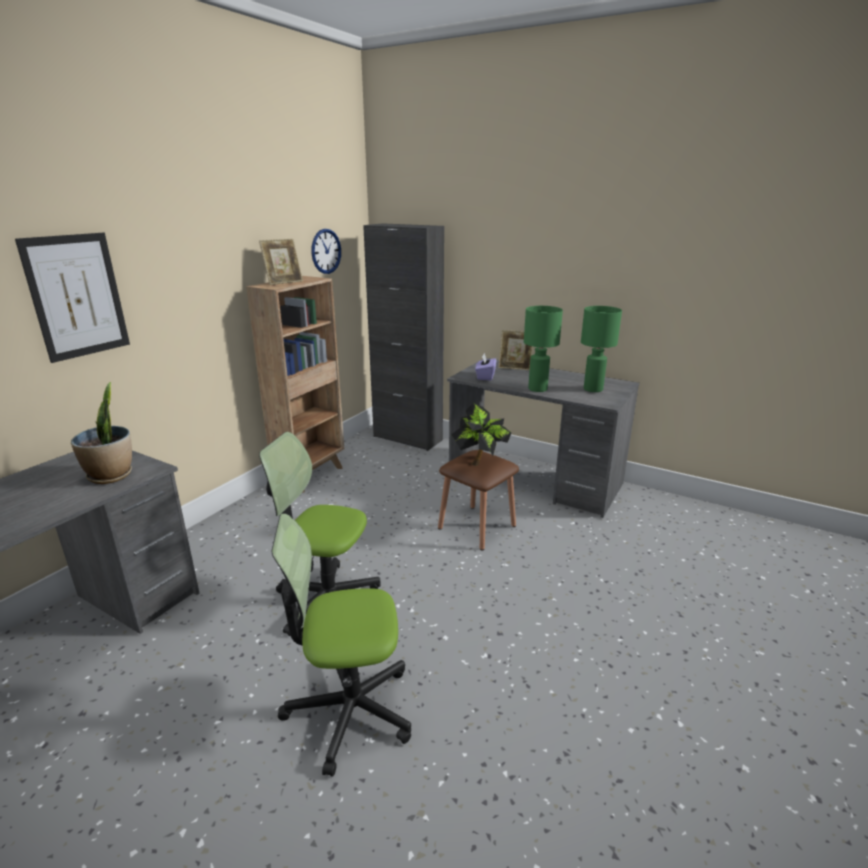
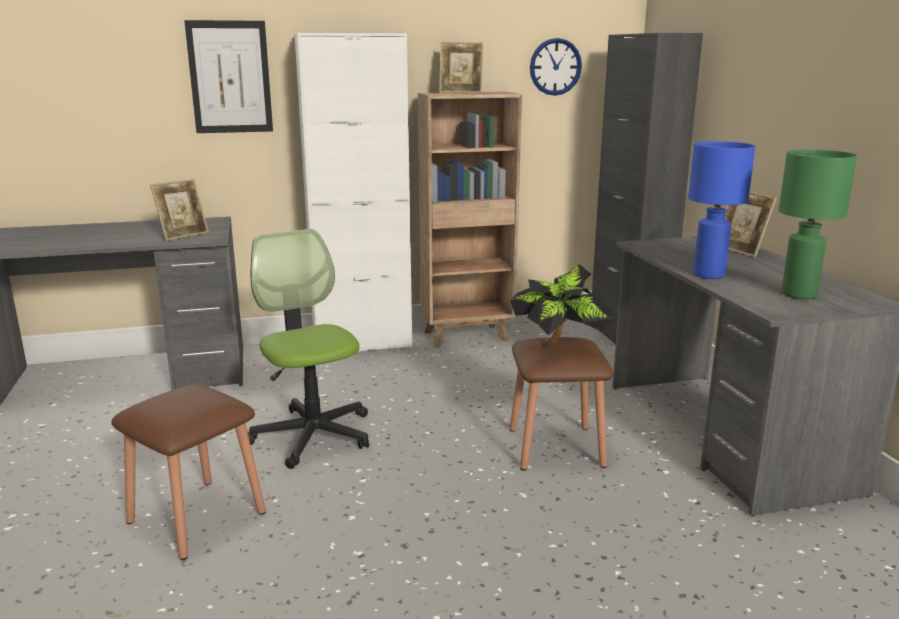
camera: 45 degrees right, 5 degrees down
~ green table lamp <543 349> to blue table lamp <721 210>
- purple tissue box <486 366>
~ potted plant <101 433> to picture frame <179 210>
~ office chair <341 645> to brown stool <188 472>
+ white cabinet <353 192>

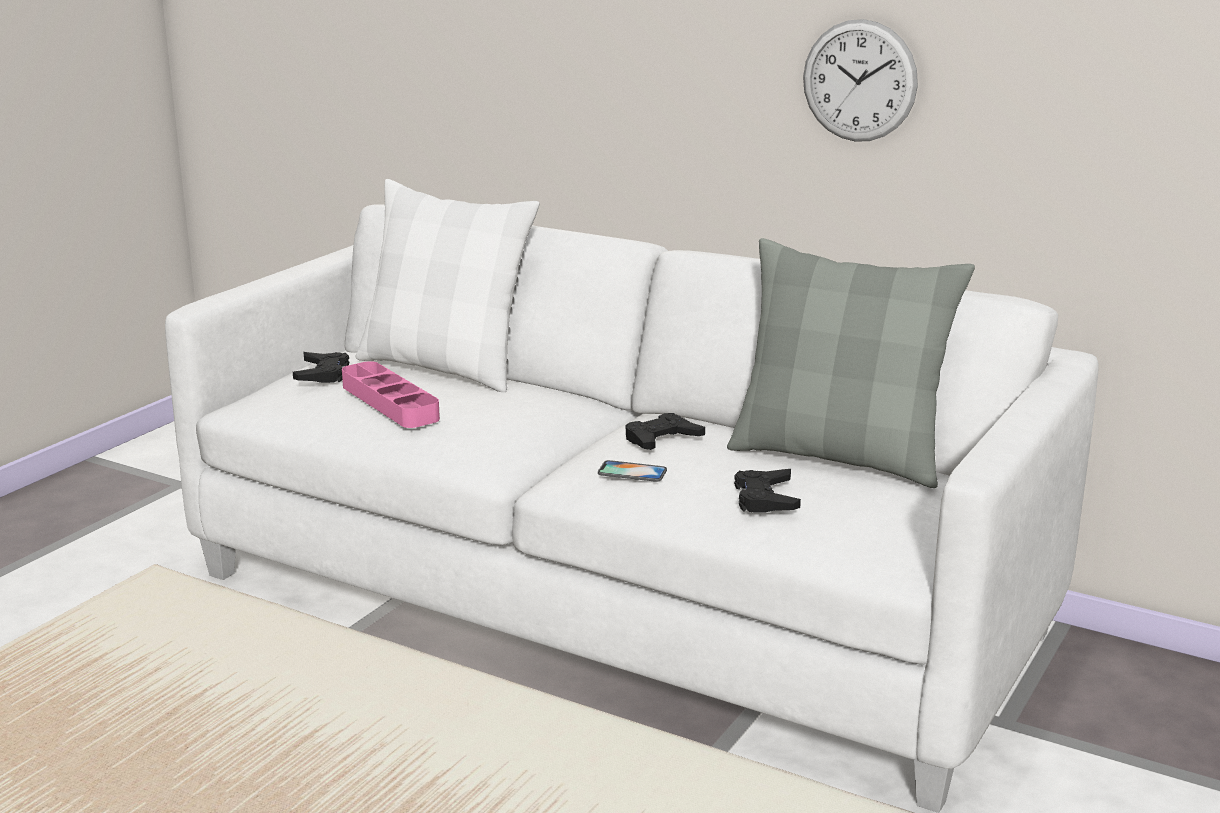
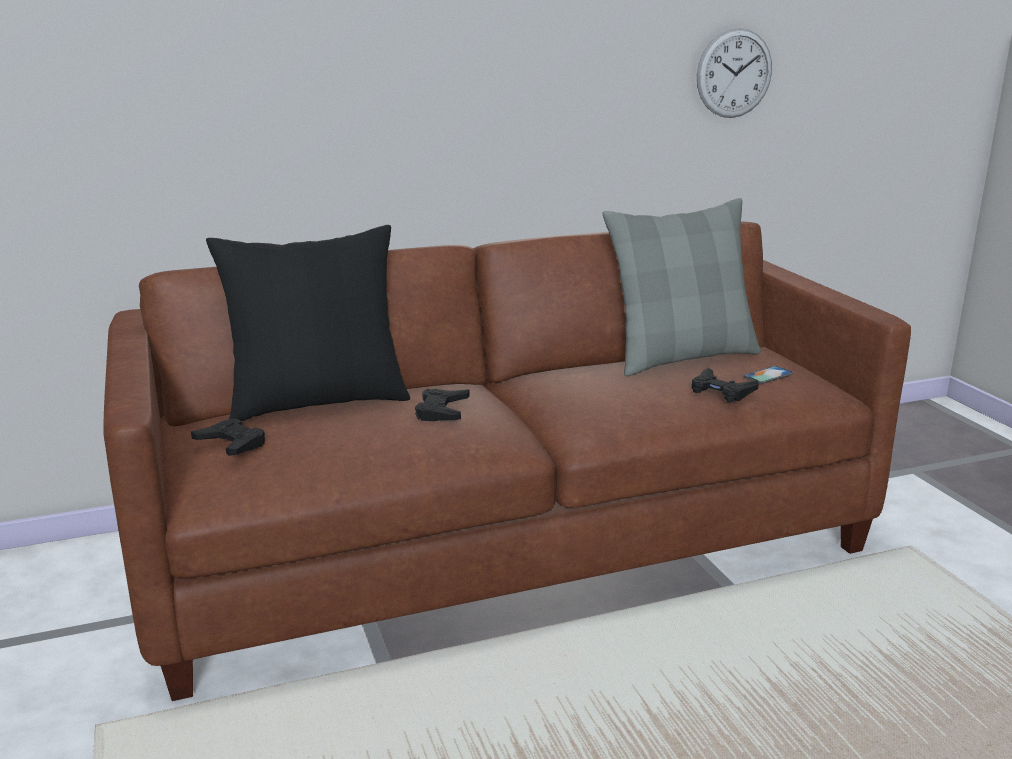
camera: 50 degrees left, 0 degrees up
~ wall clock <860 80> to <734 73>
~ white pillow <448 285> to black pillow <308 323>
~ white sofa <632 509> to brown sofa <507 461>
- pink tray <391 394>
~ black game controller <665 431> to <442 405>
~ phone <632 471> to <768 375>

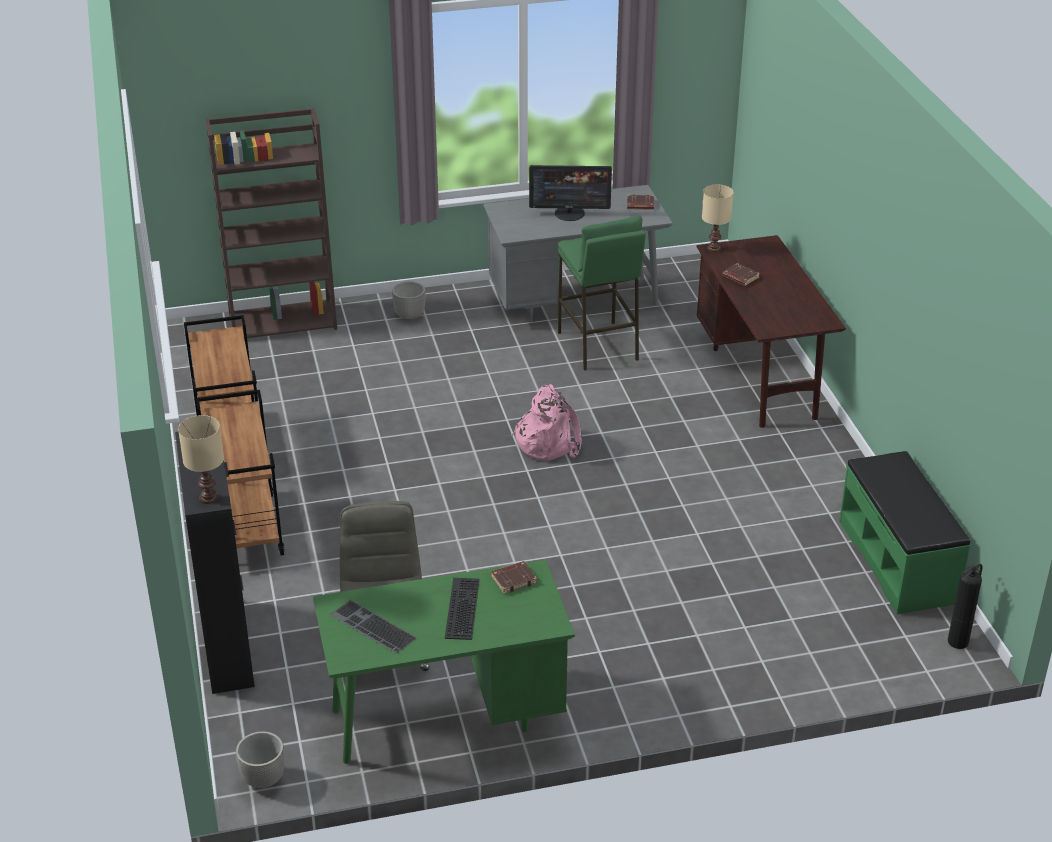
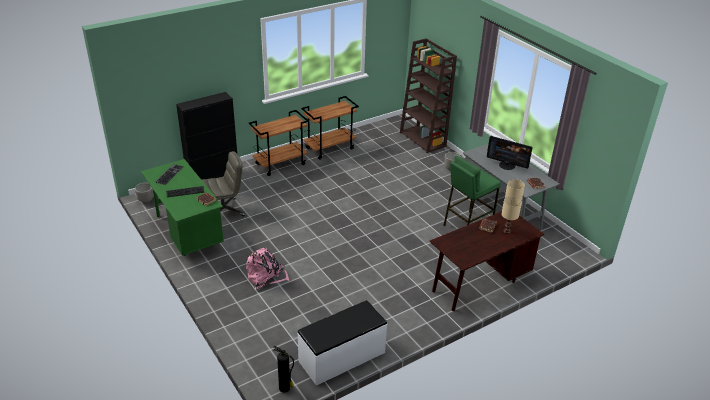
camera: 70 degrees right, 0 degrees up
~ monitor <570 193> = <510 153> 45 degrees counterclockwise
~ pink backpack <546 422> to <267 268>
~ beige table lamp <201 459> to <511 215>
~ green bench <904 532> to white bench <342 343>

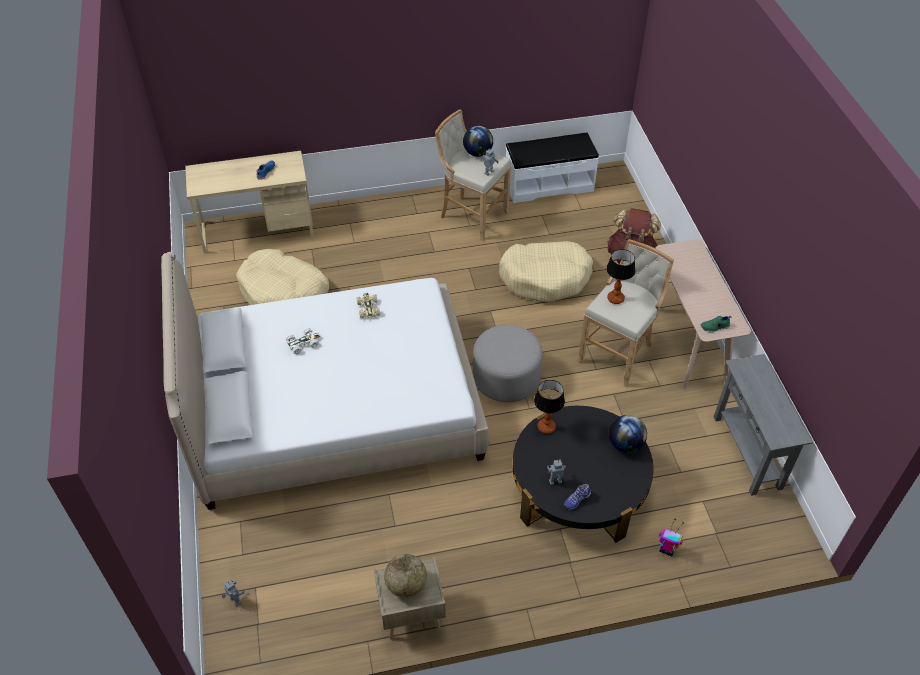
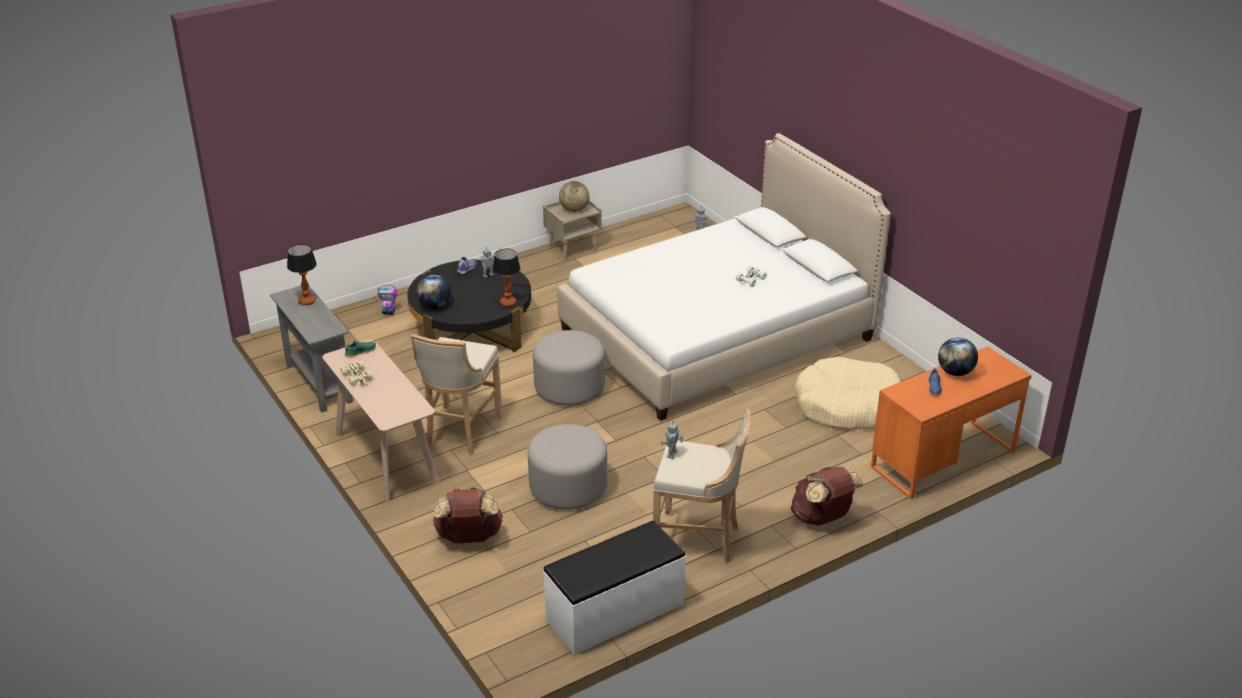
camera: 160 degrees right, 15 degrees down
~ globe <478 141> to <958 356>
~ beige desk <249 202> to orange desk <951 422>
~ beige dog bed <546 271> to grey ottoman <567 467>
~ table lamp <620 276> to <302 274>
~ beige toy car <368 305> to <356 373>
+ brown backpack <827 496>

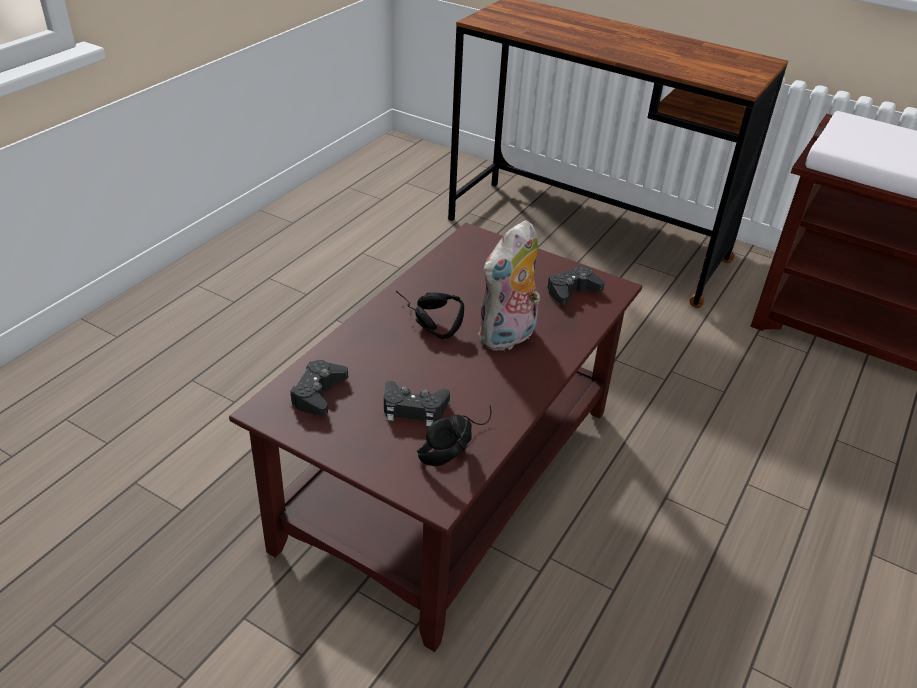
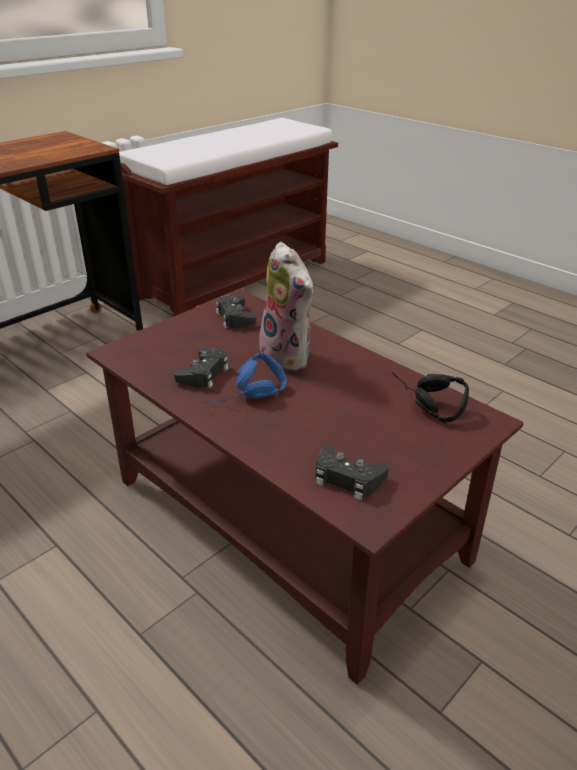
camera: 75 degrees left, 5 degrees down
~ black headphones <430 315> to blue headphones <245 377>
~ black game controller <417 403> to <201 367>

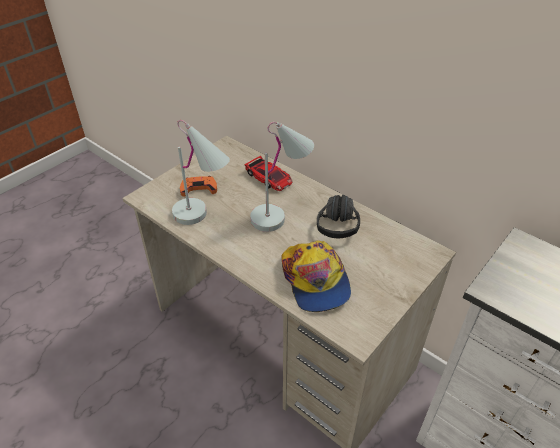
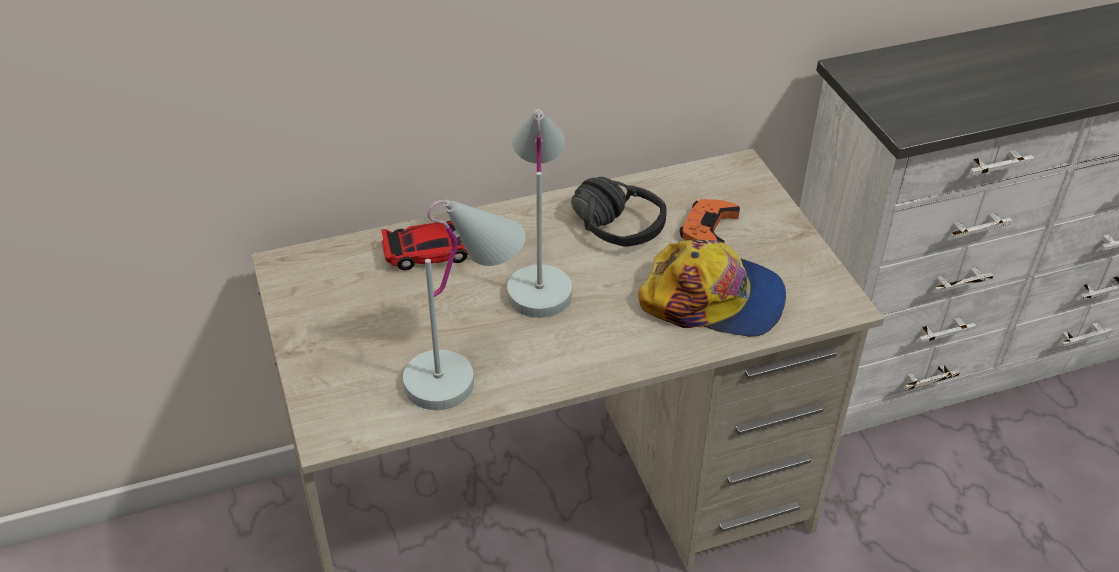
camera: 60 degrees left, 0 degrees up
~ orange game controller <198 186> to <710 221>

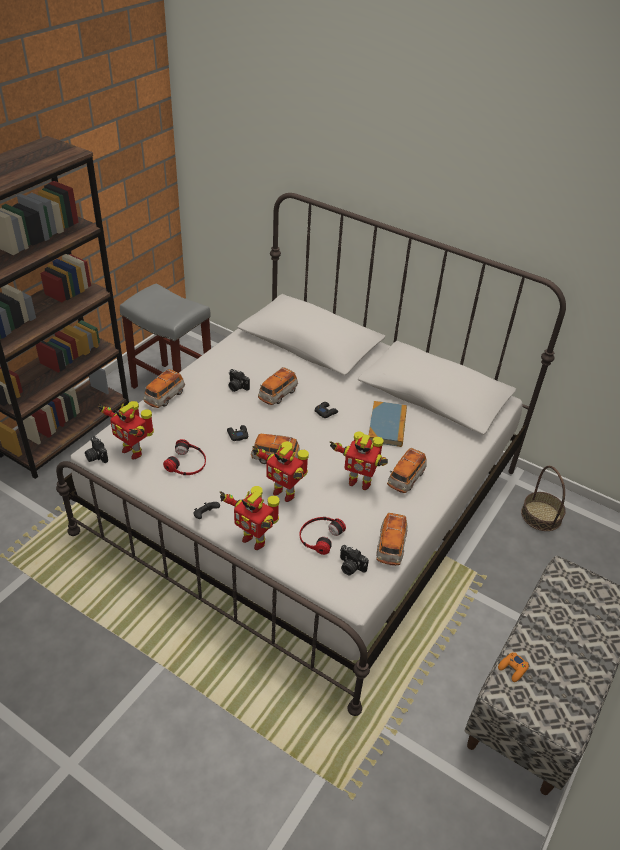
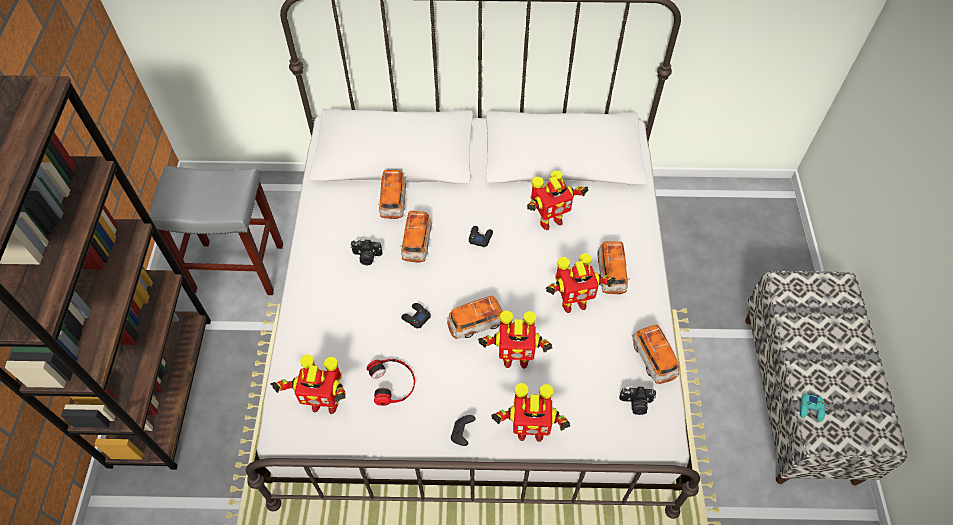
camera: 30 degrees left, 15 degrees up
~ toy car <164 388> to <392 194>
~ book <388 424> to toy robot <558 200>
- photo camera <96 449>
- basket <543 498>
- headphones <322 536>
~ orange game controller <513 667> to turquoise game controller <812 407>

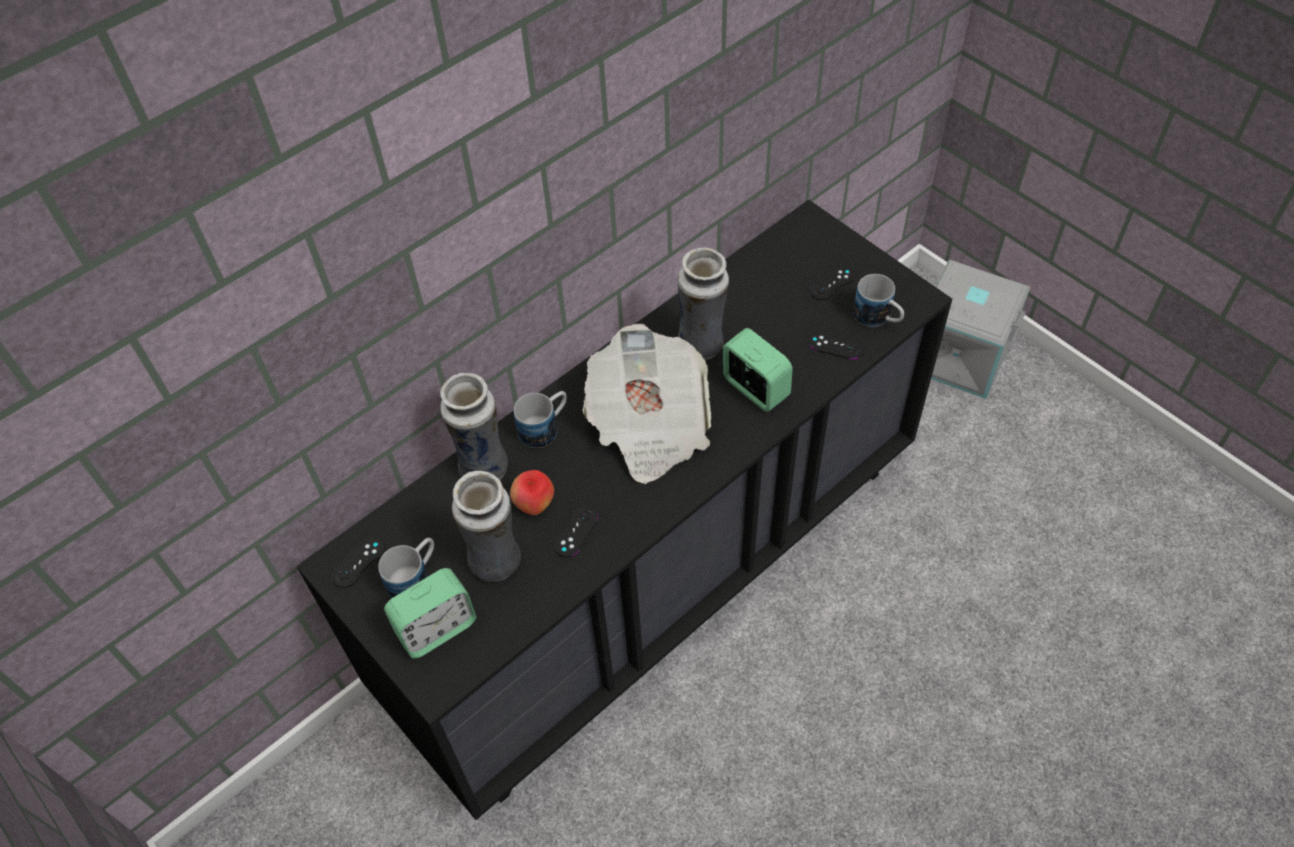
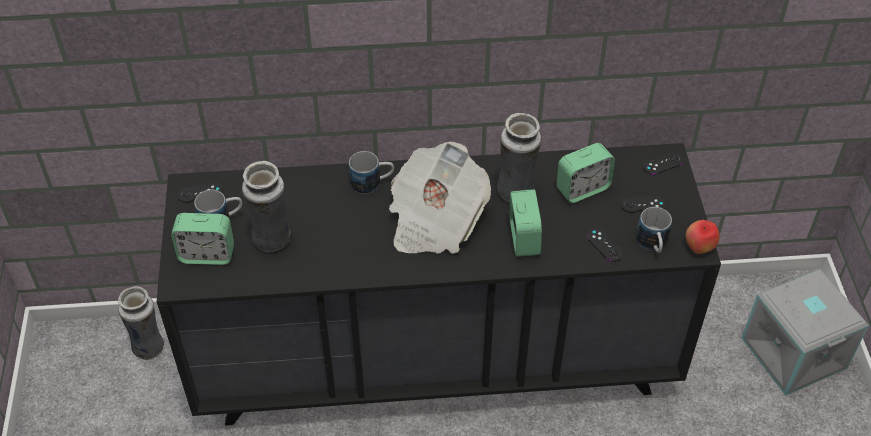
camera: 35 degrees right, 5 degrees down
~ vase <474 426> to <141 323>
~ apple <532 492> to <702 237>
~ black game controller <576 531> to <663 163>
+ alarm clock <586 173>

